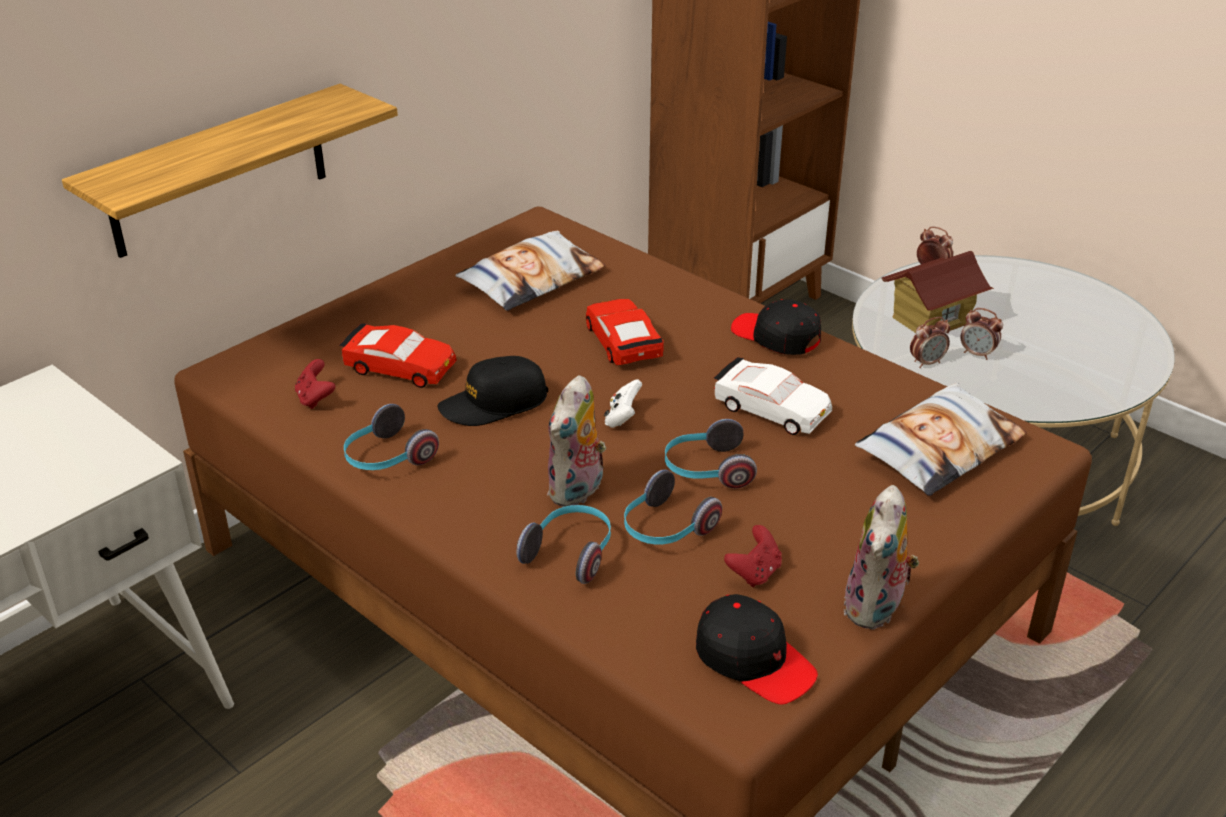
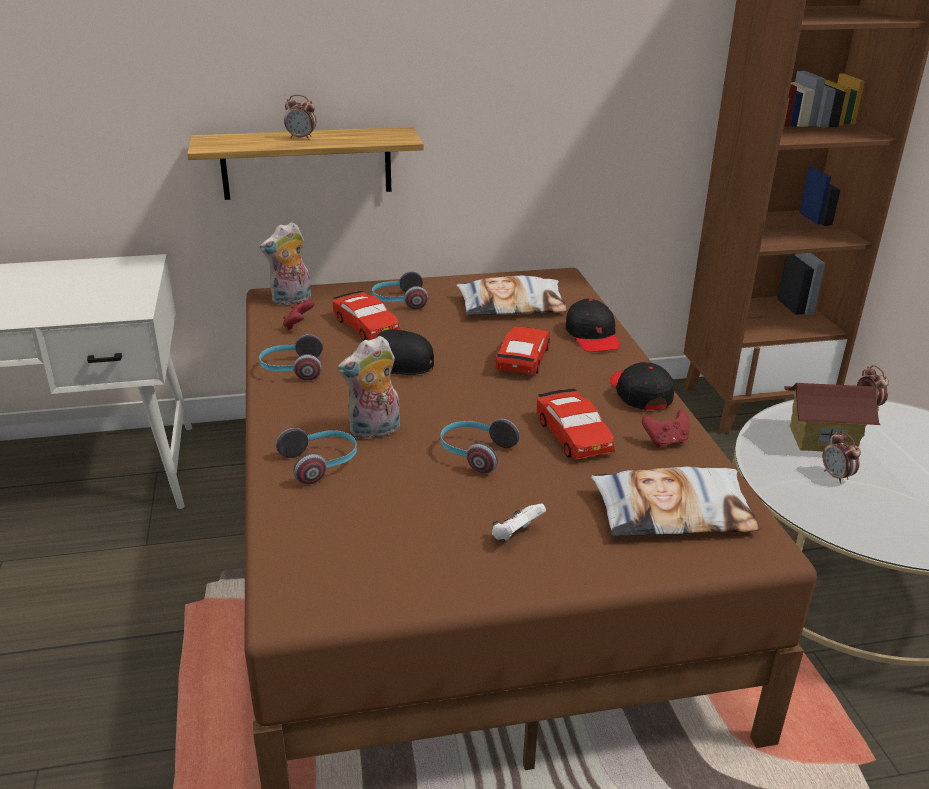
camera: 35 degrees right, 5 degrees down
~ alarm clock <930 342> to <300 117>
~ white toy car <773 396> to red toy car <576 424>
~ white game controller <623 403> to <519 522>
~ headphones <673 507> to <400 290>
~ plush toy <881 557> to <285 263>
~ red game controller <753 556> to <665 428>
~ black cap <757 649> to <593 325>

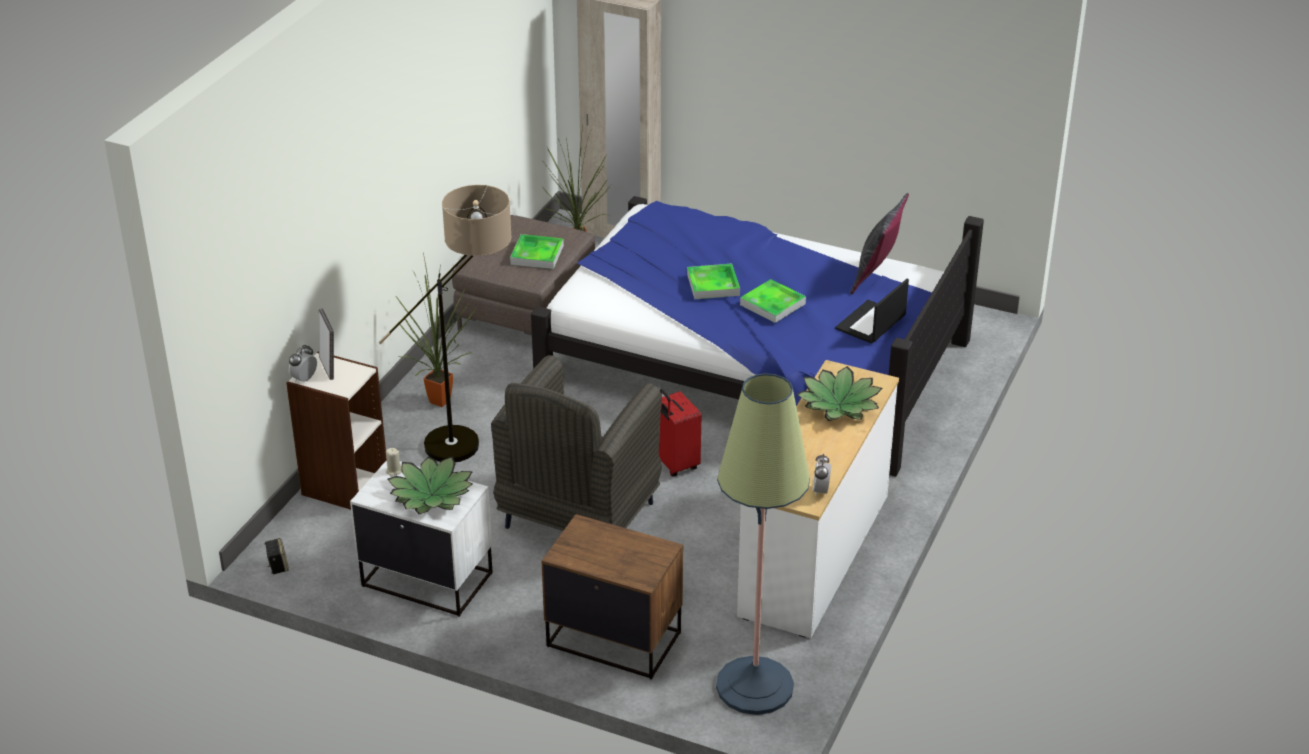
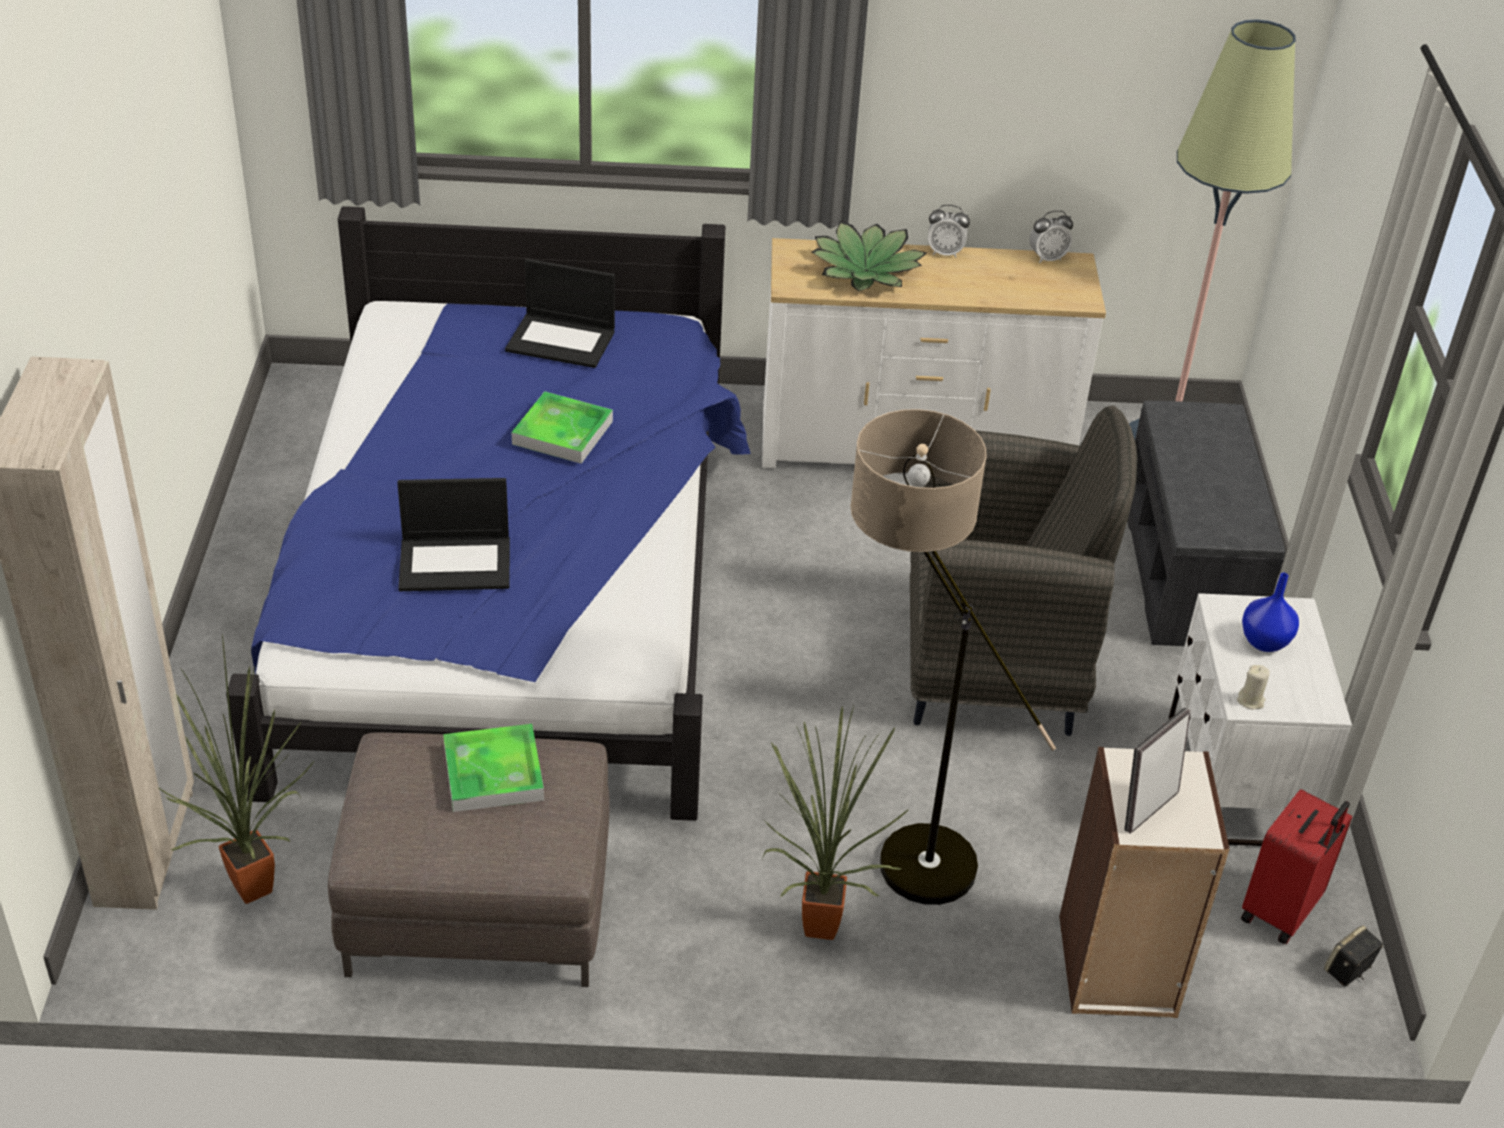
camera: 115 degrees left, 5 degrees up
- grey pillow <879 243>
- tray <713 281>
~ alarm clock <303 363> to <949 231>
~ red suitcase <680 433> to <1296 866>
~ potted plant <430 485> to blue vase <1270 612>
~ brown nightstand <612 596> to grey bench <1206 523>
+ laptop <453 534>

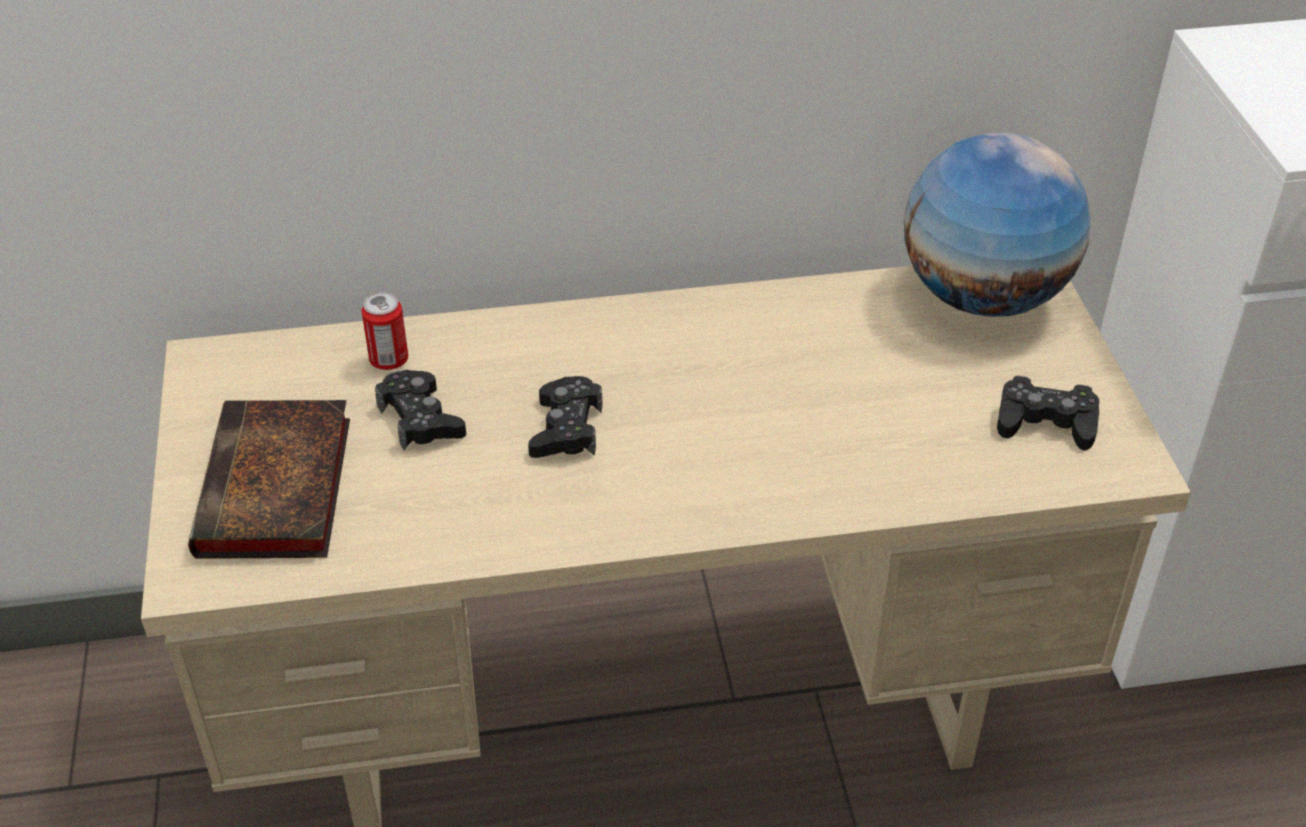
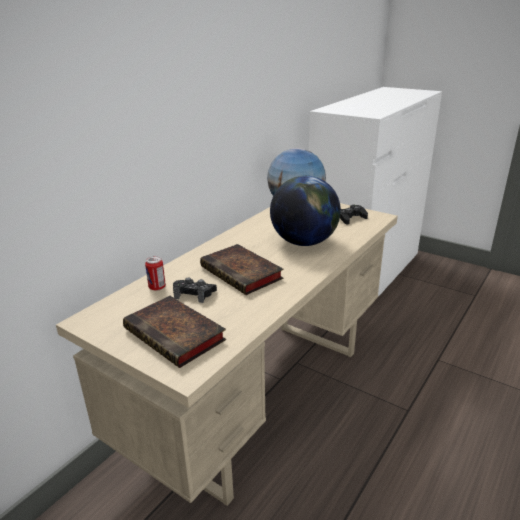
camera: 45 degrees left, 15 degrees down
~ black game controller <565 417> to book <242 269>
+ globe <305 211>

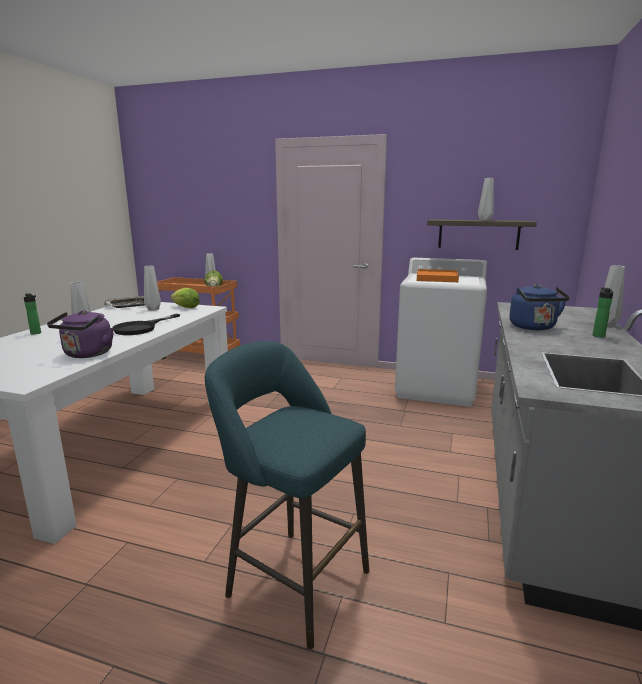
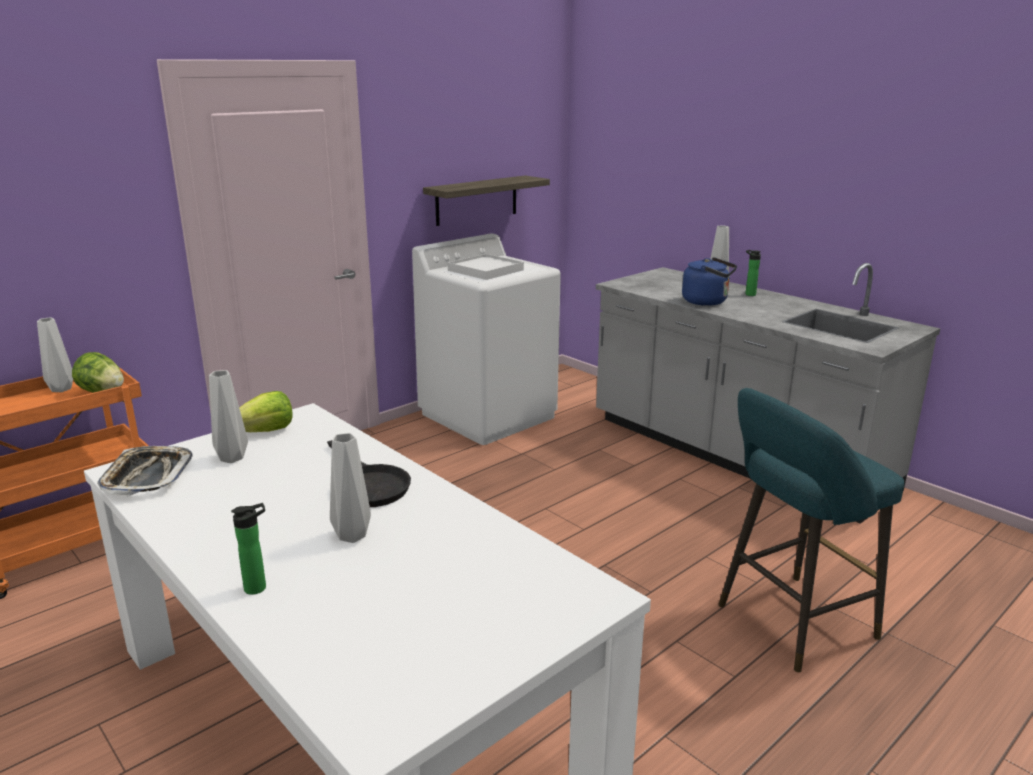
camera: 60 degrees left, 5 degrees up
- grey vase <486 199>
~ orange tray <438 275> to white tray <486 267>
- purple kettle <80 334>

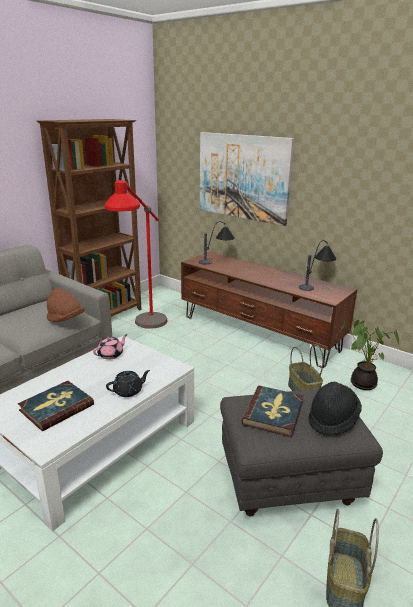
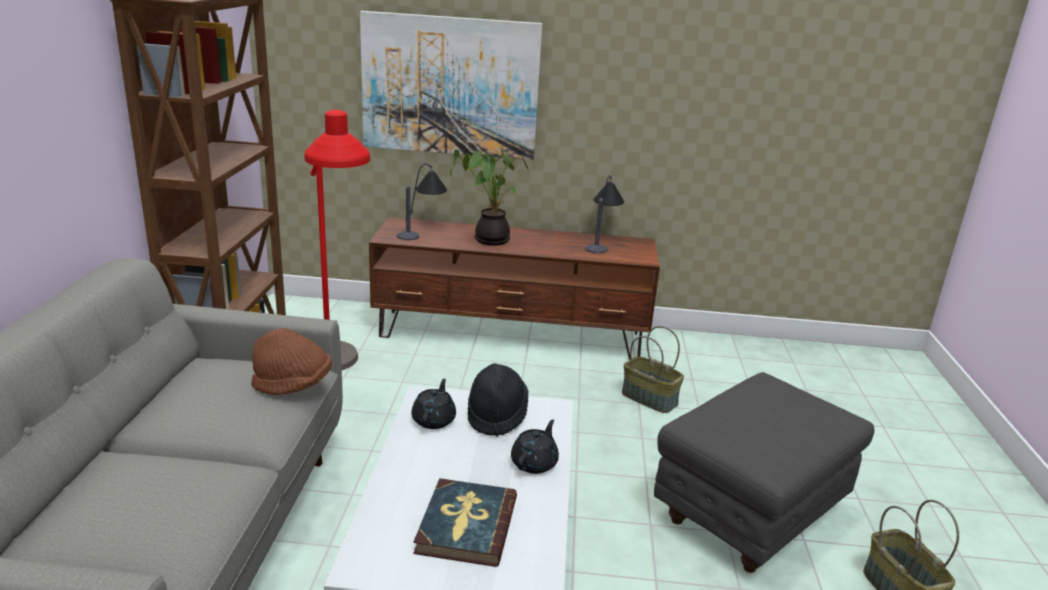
camera: 35 degrees left, 0 degrees up
~ potted plant <367 355> to <489 197>
~ pink teapot <110 346> to black teapot <433 404>
~ black hat <335 409> to <498 400>
- book <272 411>

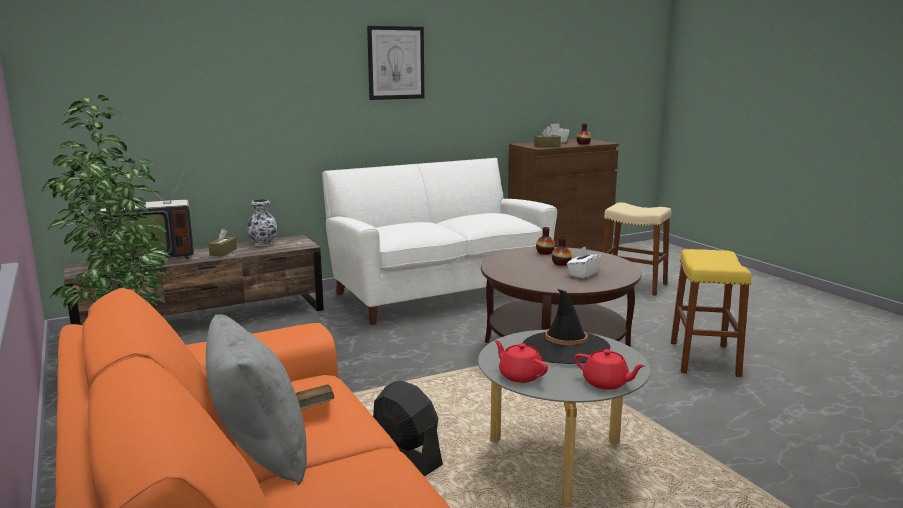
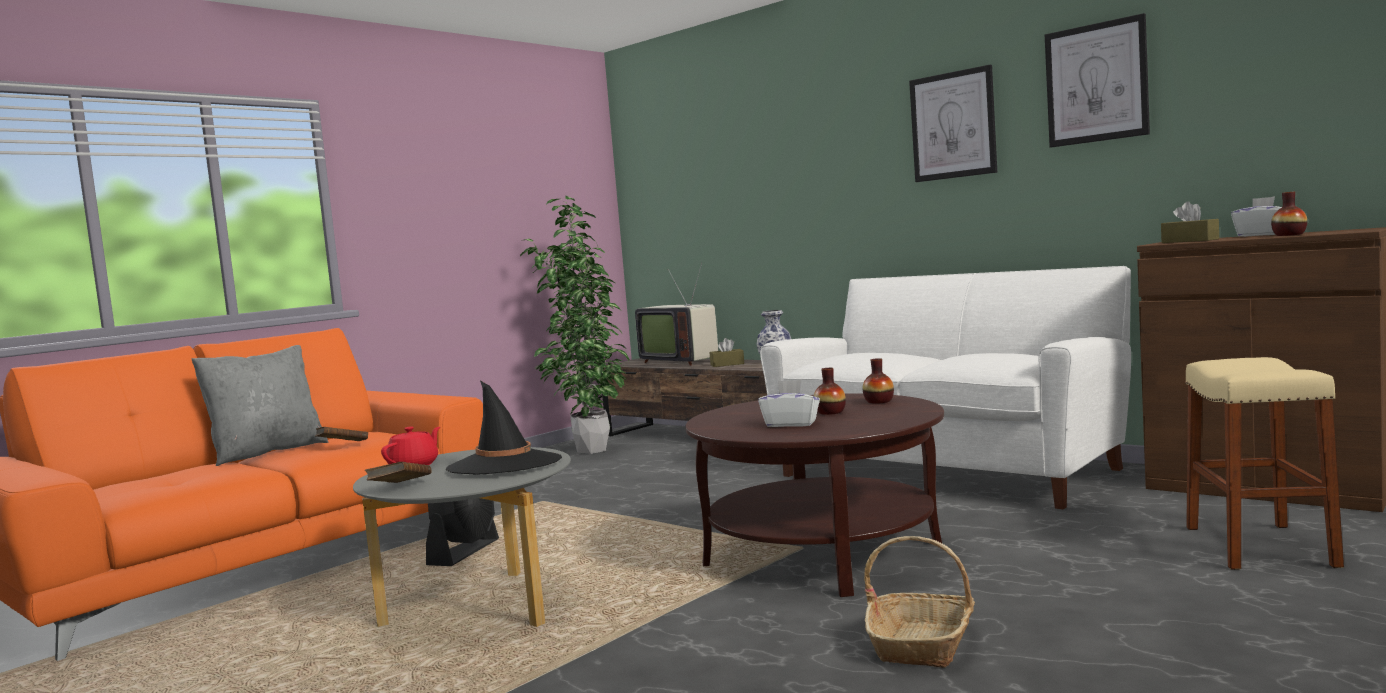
camera: 70 degrees right, 10 degrees down
~ yellow stool <711 313> to basket <919 602>
~ red teapot <609 369> to brown book <398 472>
+ picture <1097 80>

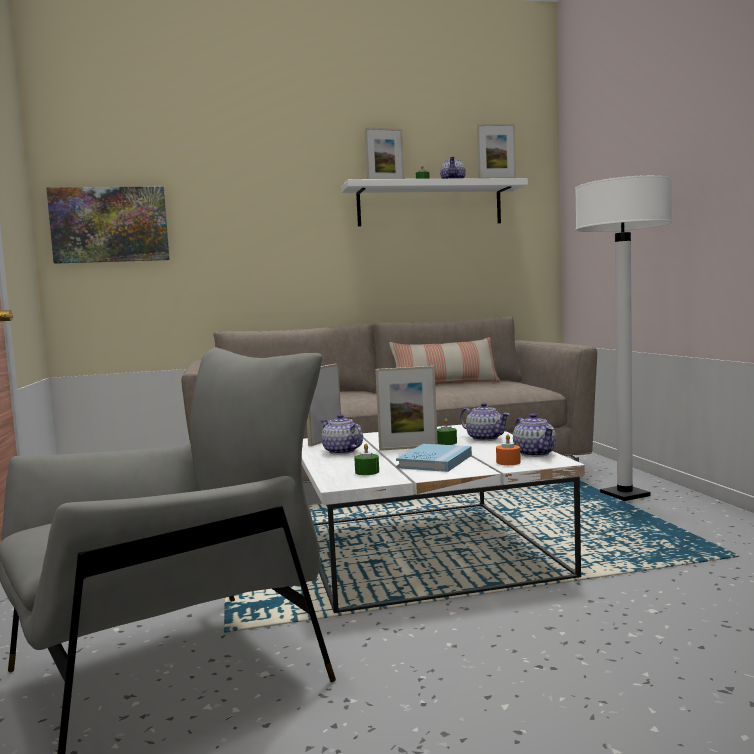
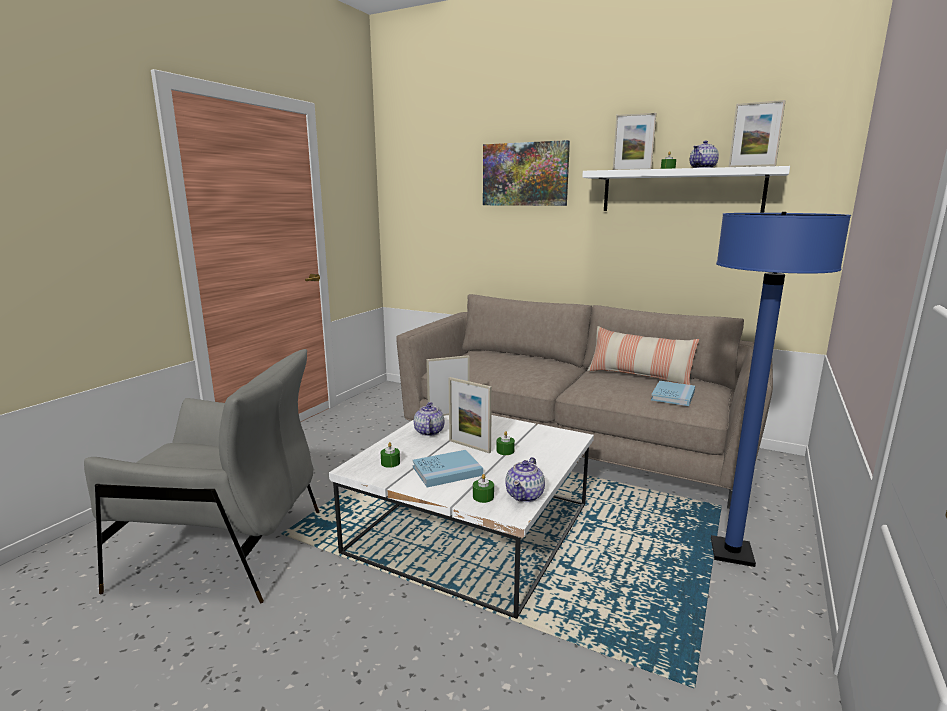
camera: 40 degrees right, 10 degrees up
~ white floor lamp <623 338> to blue floor lamp <781 389>
~ picture <108 225> to <526 173>
- teapot <485 422>
~ orange candle <508 449> to green candle <483 488>
+ blue book <673 393>

